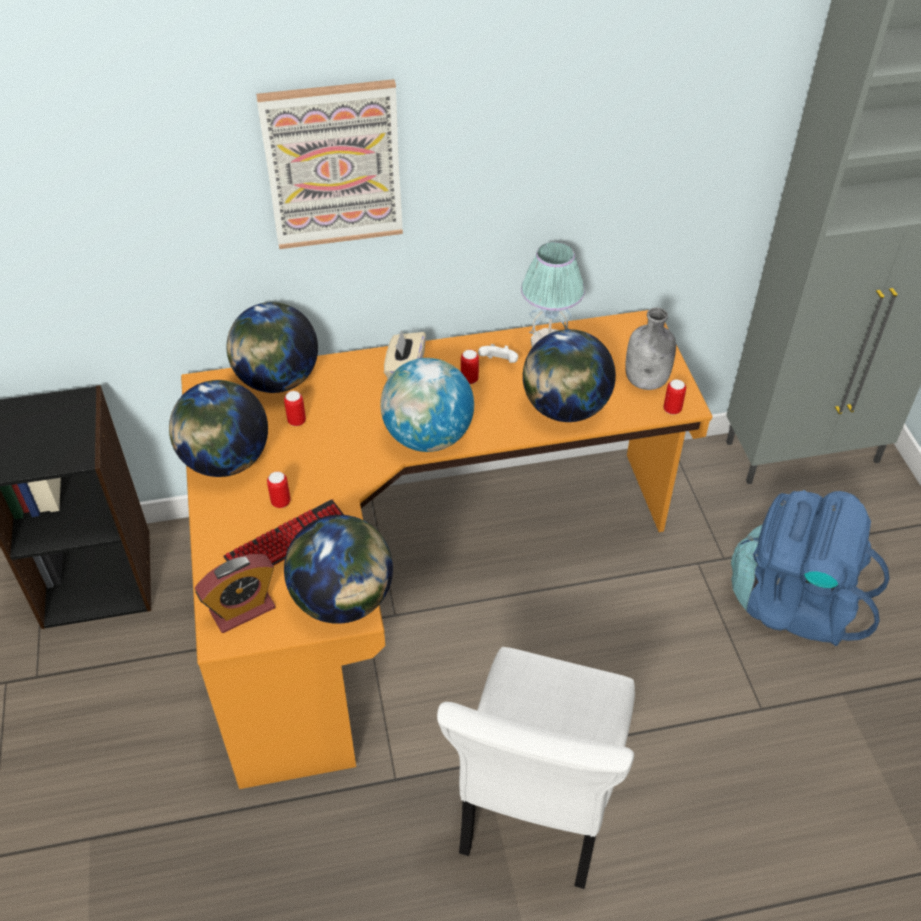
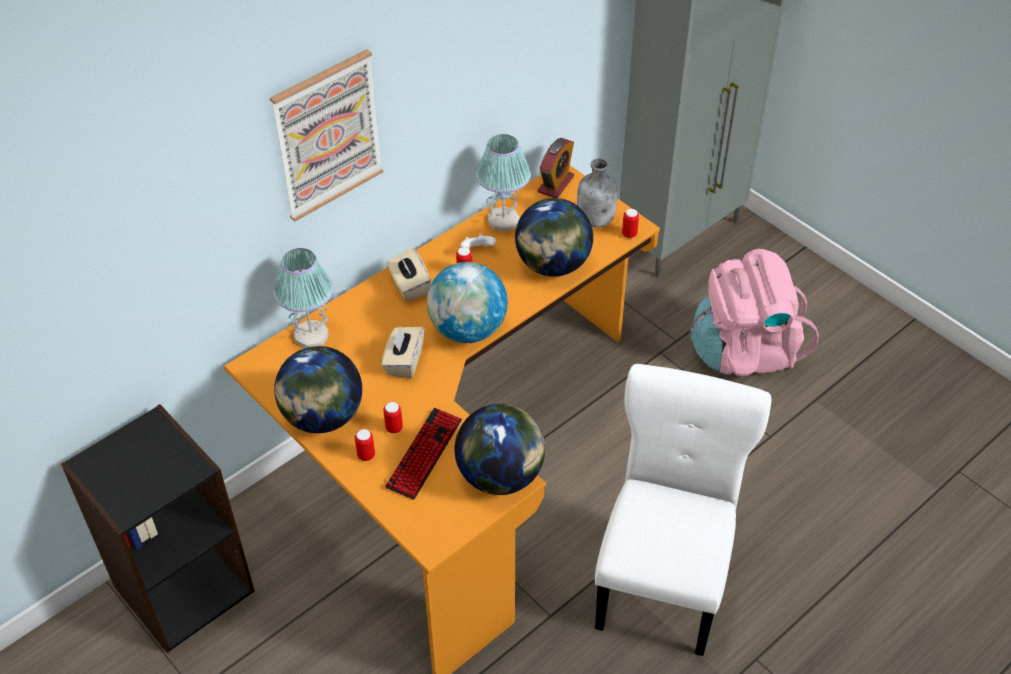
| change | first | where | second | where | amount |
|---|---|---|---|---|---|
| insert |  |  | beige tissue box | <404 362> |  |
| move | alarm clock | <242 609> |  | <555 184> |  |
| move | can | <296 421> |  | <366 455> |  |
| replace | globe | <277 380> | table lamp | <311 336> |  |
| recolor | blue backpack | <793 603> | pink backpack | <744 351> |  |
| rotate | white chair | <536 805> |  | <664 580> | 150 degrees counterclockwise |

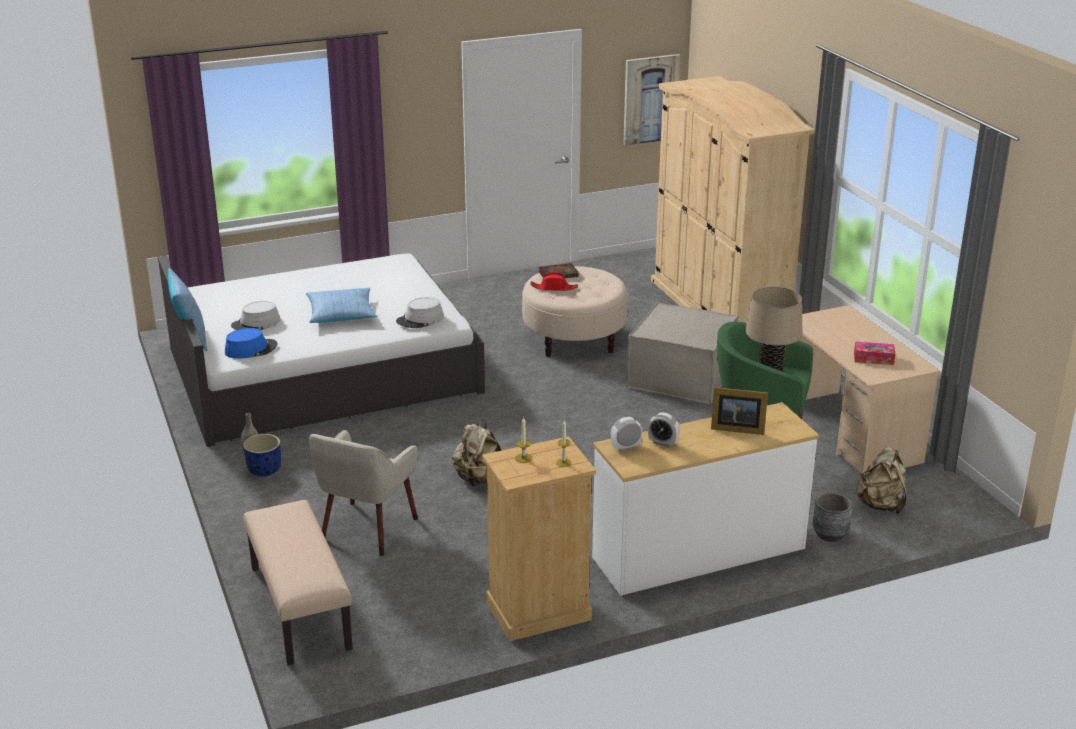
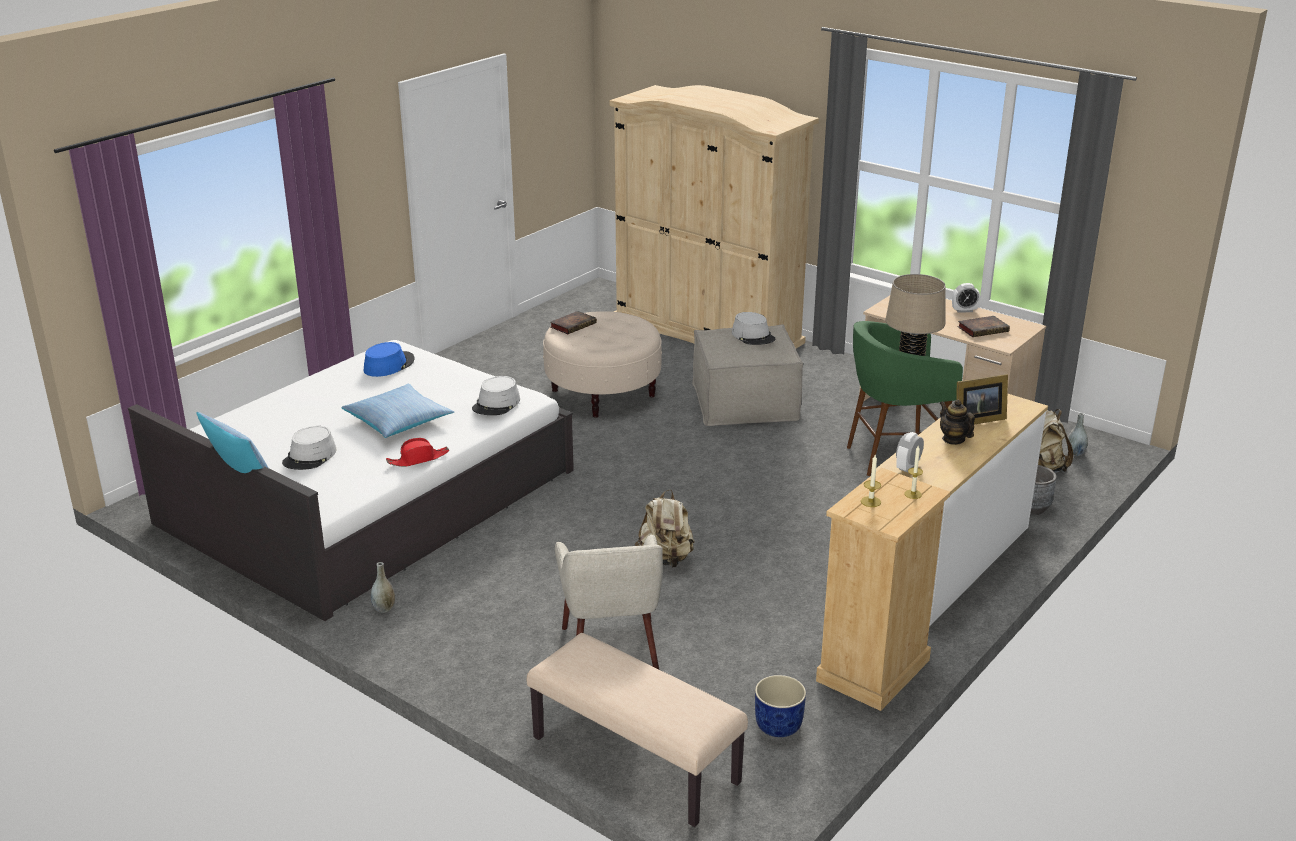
| change | first | where | second | where | amount |
|---|---|---|---|---|---|
| delete | picture | <650 99> |  |  |  |
| insert |  |  | grey hat | <753 336> |  |
| insert |  |  | teapot | <953 439> |  |
| insert |  |  | grey vase | <1075 453> |  |
| move | blue hat | <251 349> |  | <389 365> |  |
| move | blue planter | <264 470> |  | <777 726> |  |
| move | red hat | <554 288> |  | <418 459> |  |
| move | alarm clock | <663 443> |  | <964 310> |  |
| replace | tissue box | <873 359> | book | <983 329> |  |

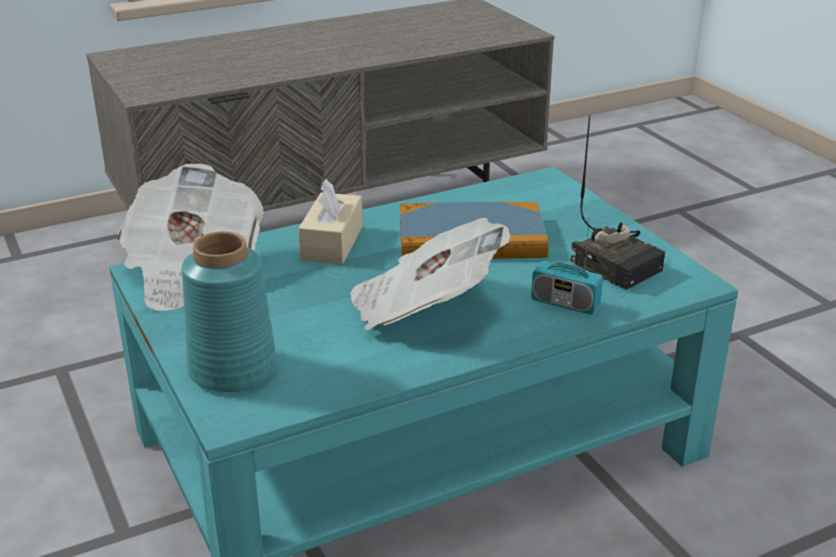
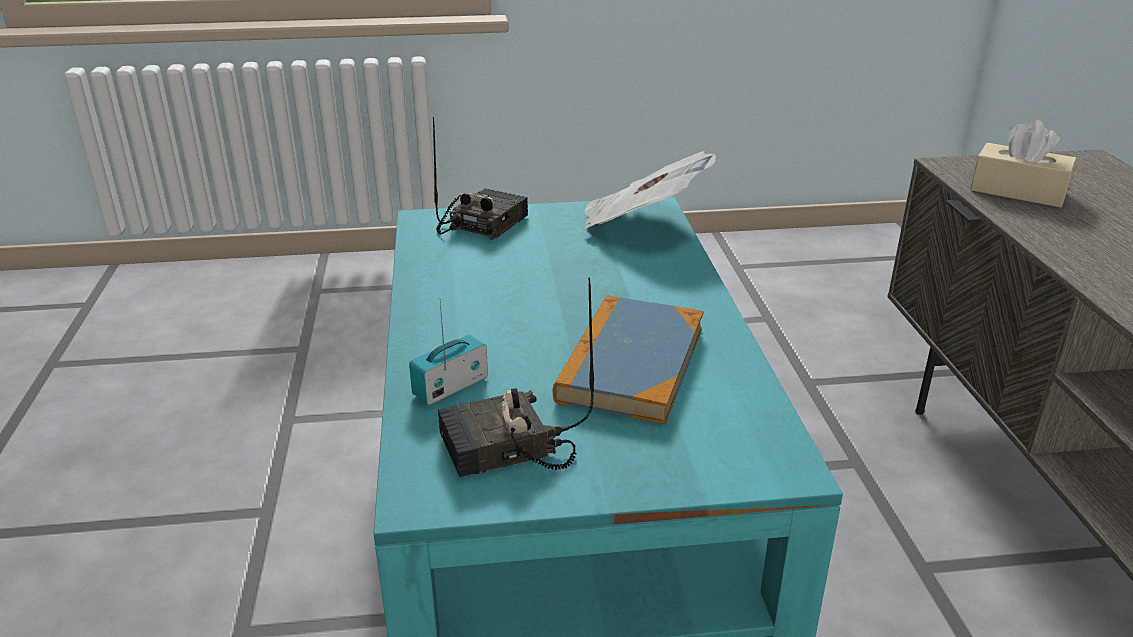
| change | first | where | second | where | amount |
|---|---|---|---|---|---|
| delete | newspaper | <424 309> |  |  |  |
| move | beige tissue box | <332 243> |  | <1018 191> |  |
| replace | turquoise vase | <232 369> | radio | <482 224> |  |

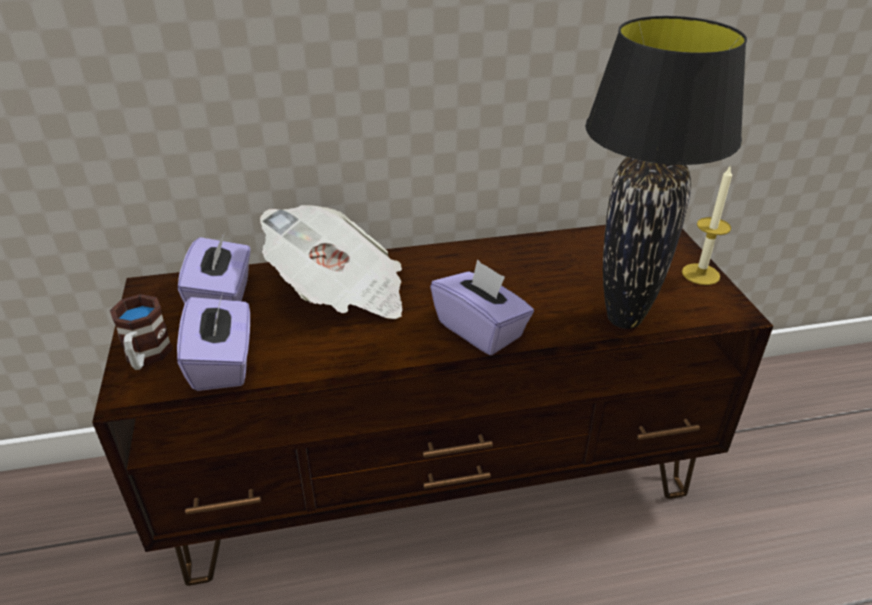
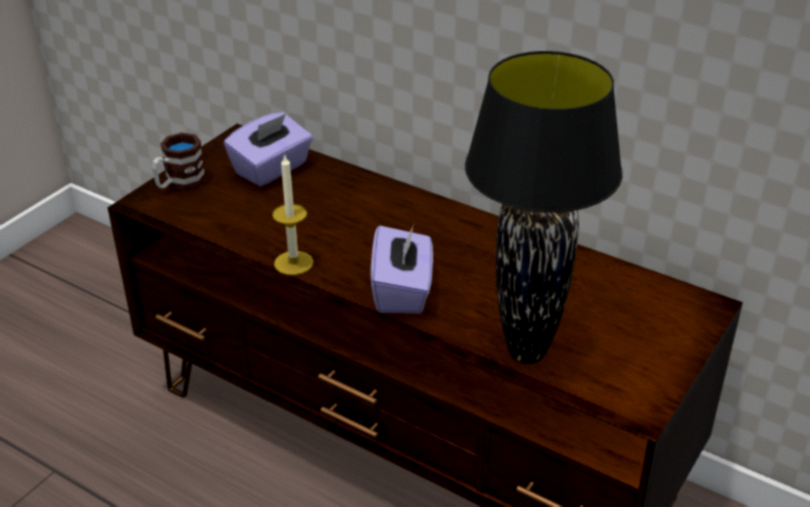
| change | first | where | second | where | amount |
|---|---|---|---|---|---|
| delete | purple tissue box | <223 363> |  |  |  |
| delete | newspaper | <341 293> |  |  |  |
| move | candle | <700 274> |  | <293 263> |  |

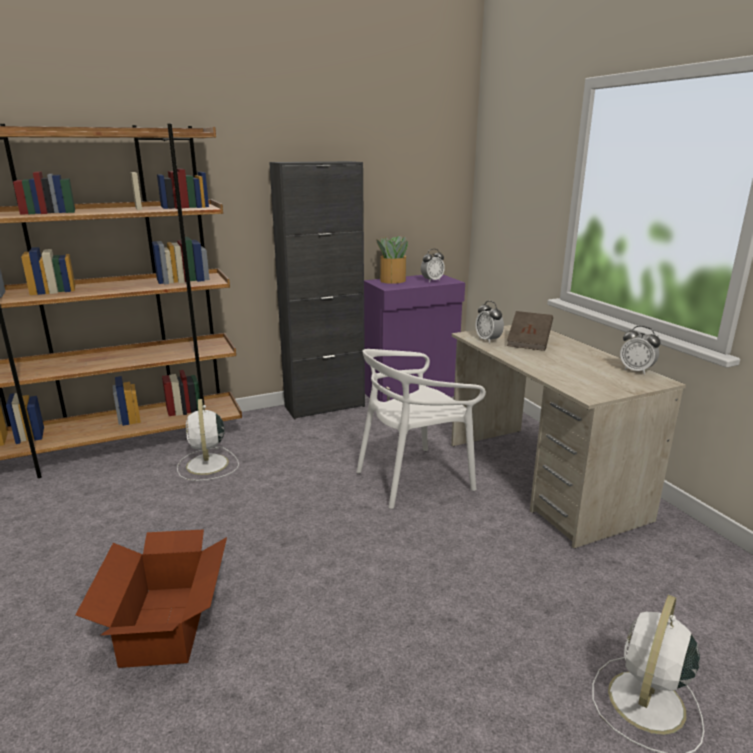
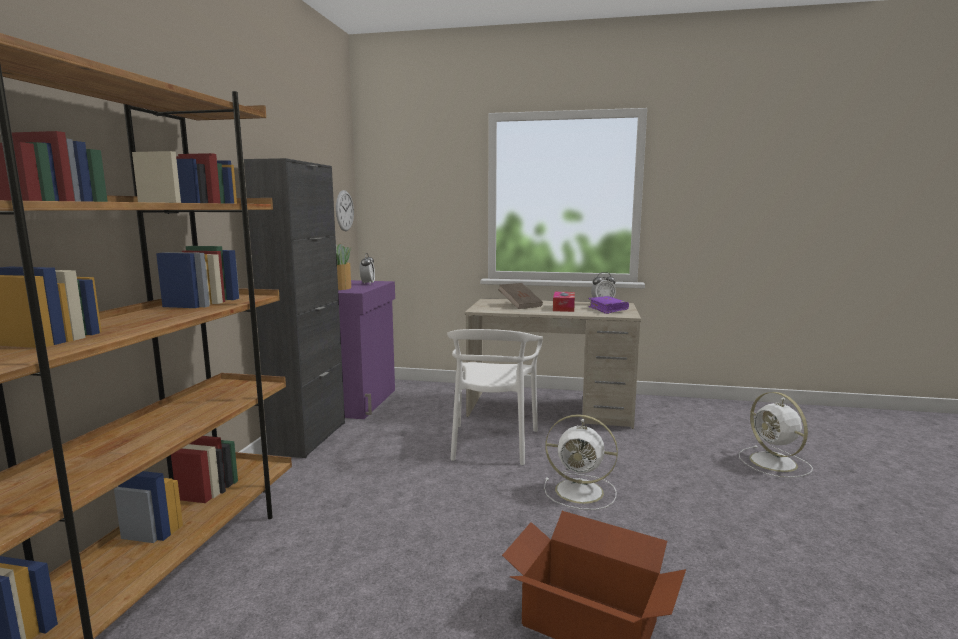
| change | first | where | second | where | amount |
|---|---|---|---|---|---|
| delete | alarm clock | <488 340> |  |  |  |
| insert |  |  | wall clock | <344 210> |  |
| insert |  |  | tissue box | <563 307> |  |
| insert |  |  | purple book | <607 310> |  |
| move | white fan | <207 465> |  | <581 491> |  |

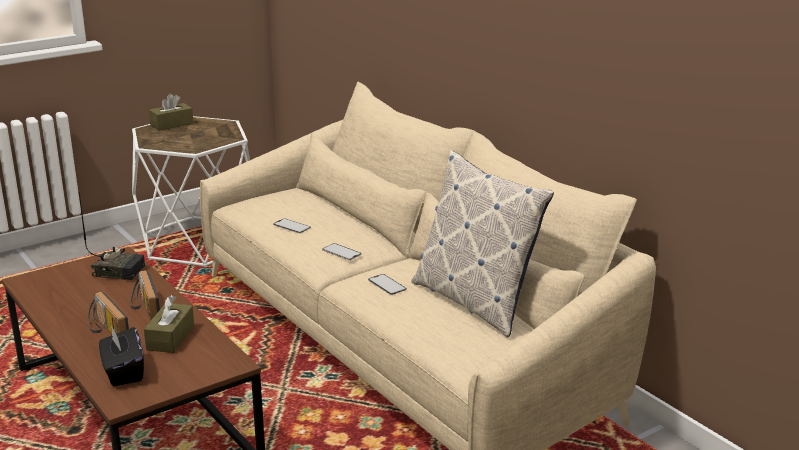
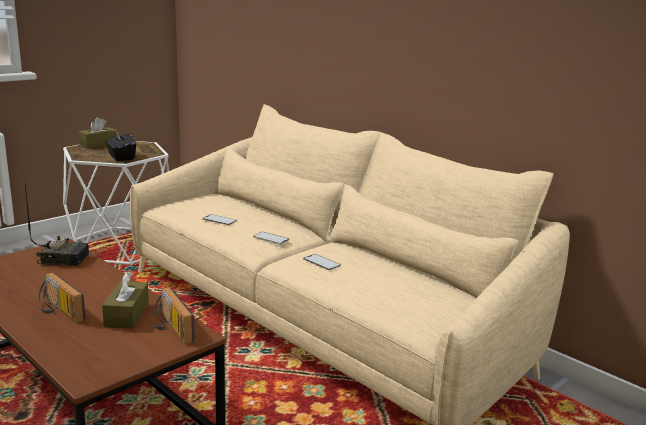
| change | first | where | second | where | amount |
|---|---|---|---|---|---|
| delete | pillow | <475 302> |  |  |  |
| move | black tissue box | <123 372> |  | <121 157> |  |
| move | radio | <143 308> |  | <170 329> |  |

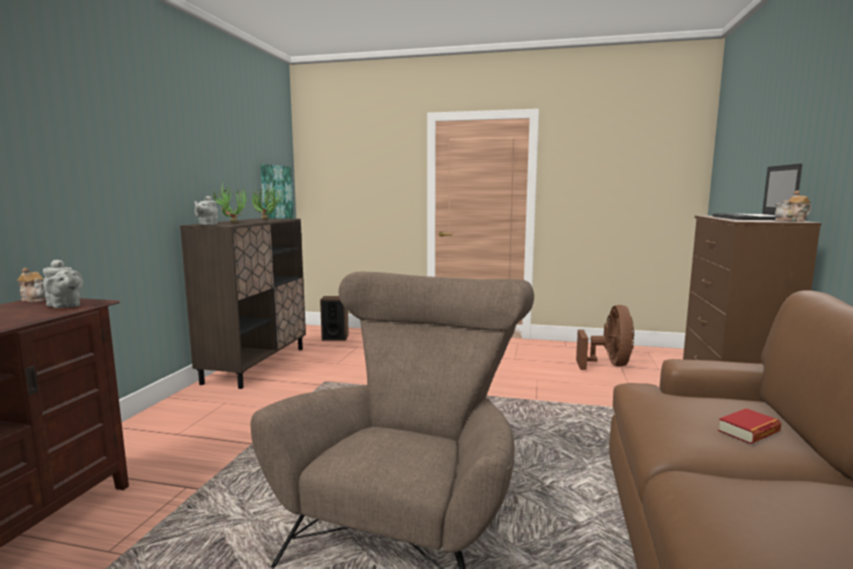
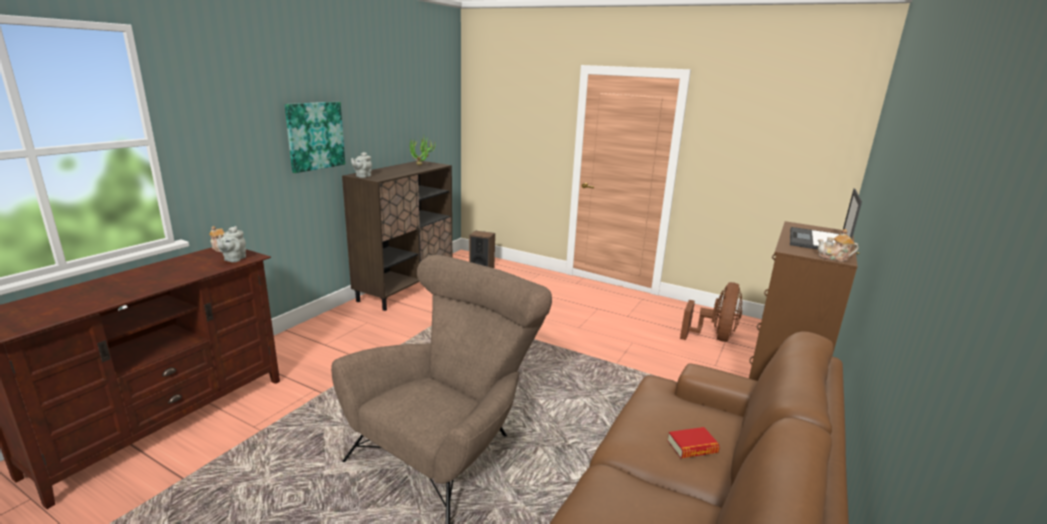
| change | first | where | second | where | amount |
|---|---|---|---|---|---|
| delete | potted plant | <232 223> |  |  |  |
| move | picture | <275 192> |  | <315 136> |  |
| rotate | grey teapot | <65 306> |  | <234 259> | 45 degrees clockwise |

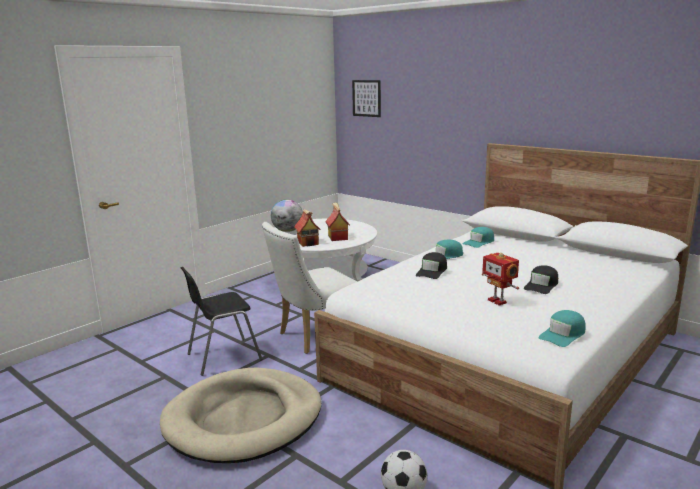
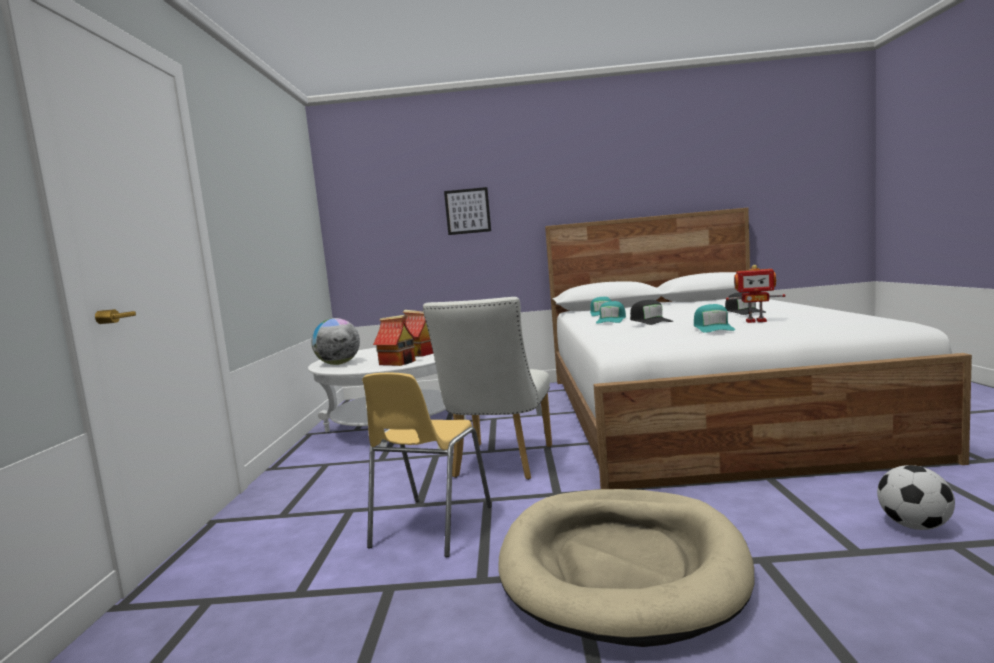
| change | first | where | second | where | amount |
|---|---|---|---|---|---|
| move | picture | <366 98> |  | <467 211> |  |
| move | turquoise cap | <563 335> |  | <713 328> |  |
| recolor | black chair | <223 357> | yellow chair | <430 527> |  |

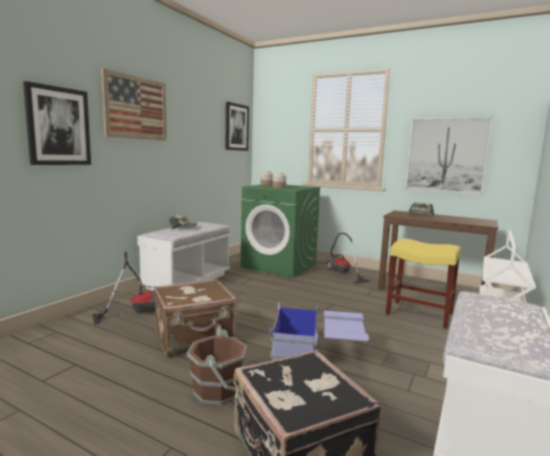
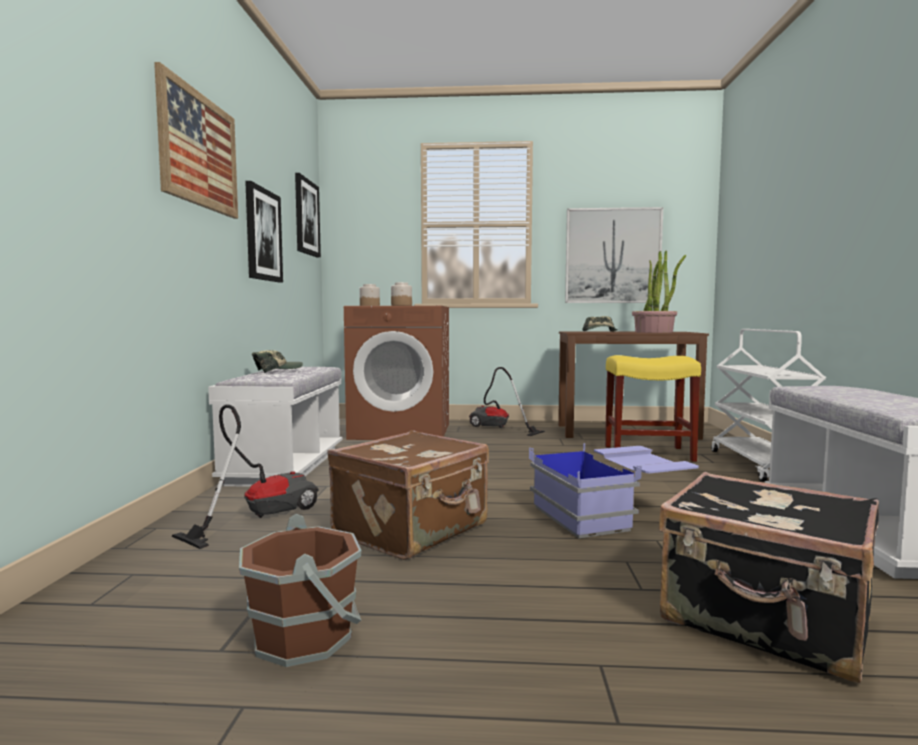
| change | first | where | second | where | amount |
|---|---|---|---|---|---|
| insert |  |  | potted plant | <654 332> |  |
| move | picture | <58 126> |  | <263 235> |  |
| move | brown bucket | <218 390> |  | <305 636> |  |
| recolor | green washing machine | <279 265> | brown washing machine | <402 431> |  |

